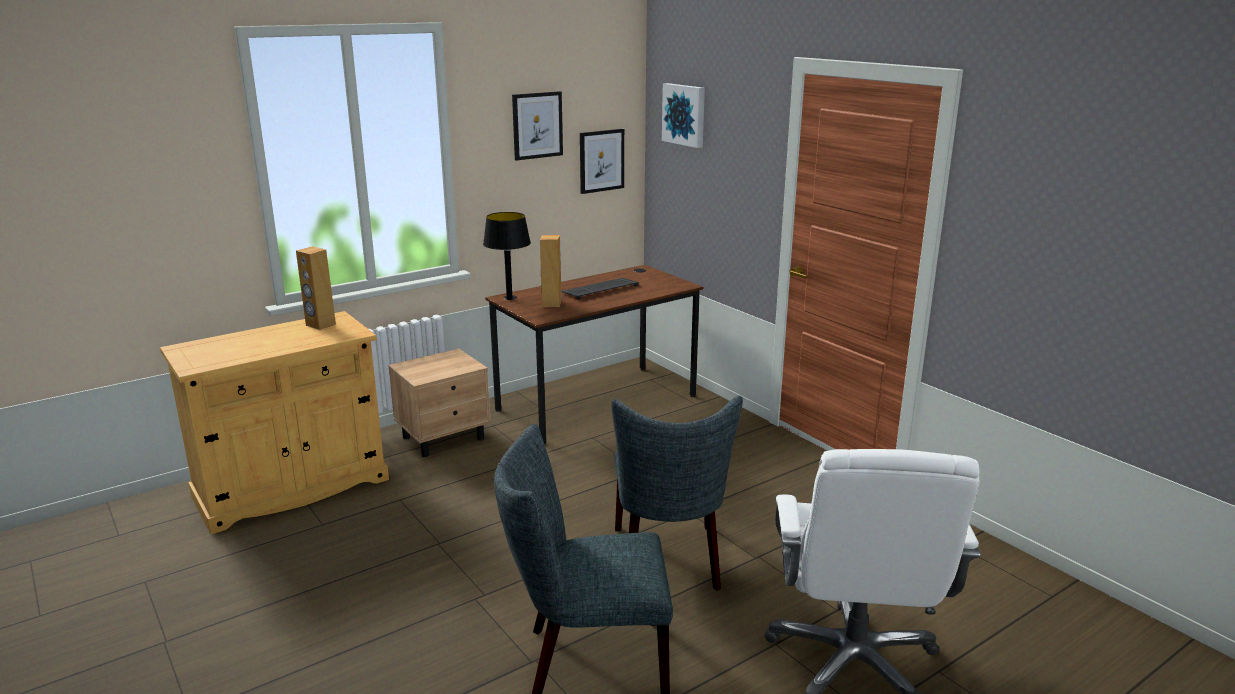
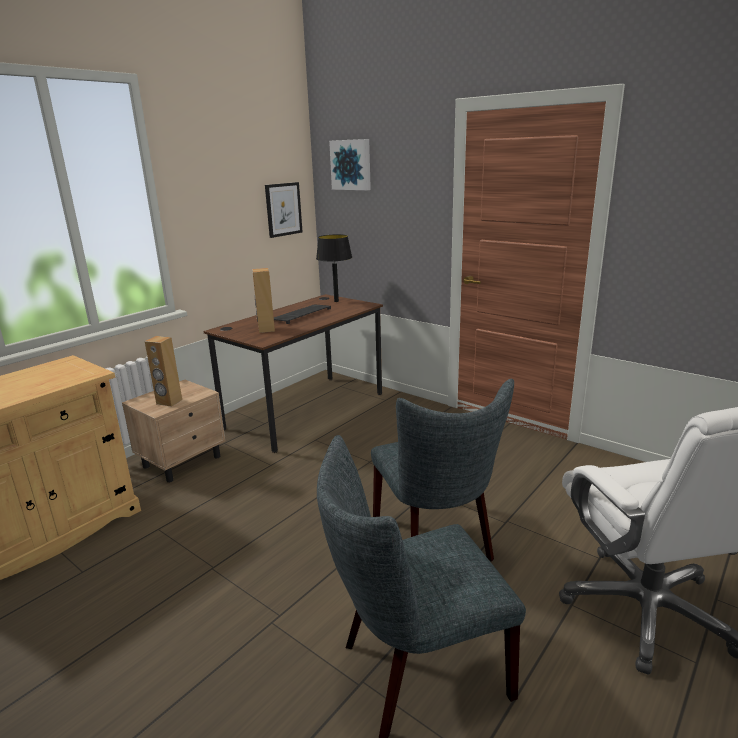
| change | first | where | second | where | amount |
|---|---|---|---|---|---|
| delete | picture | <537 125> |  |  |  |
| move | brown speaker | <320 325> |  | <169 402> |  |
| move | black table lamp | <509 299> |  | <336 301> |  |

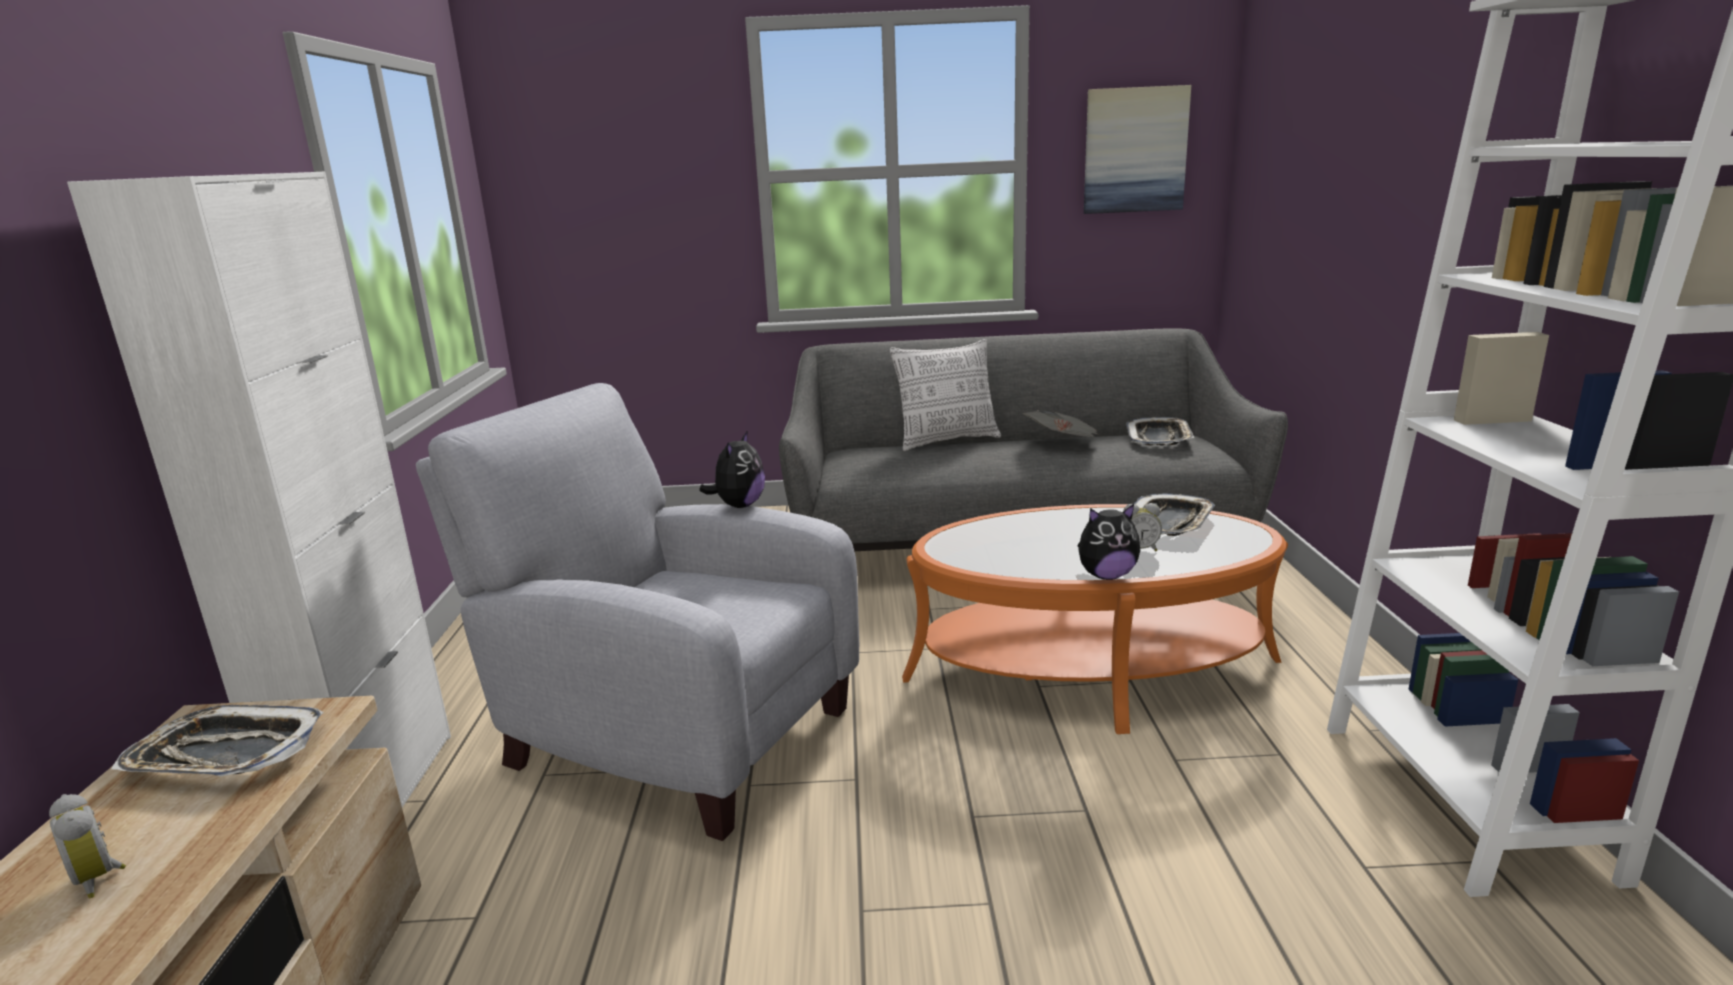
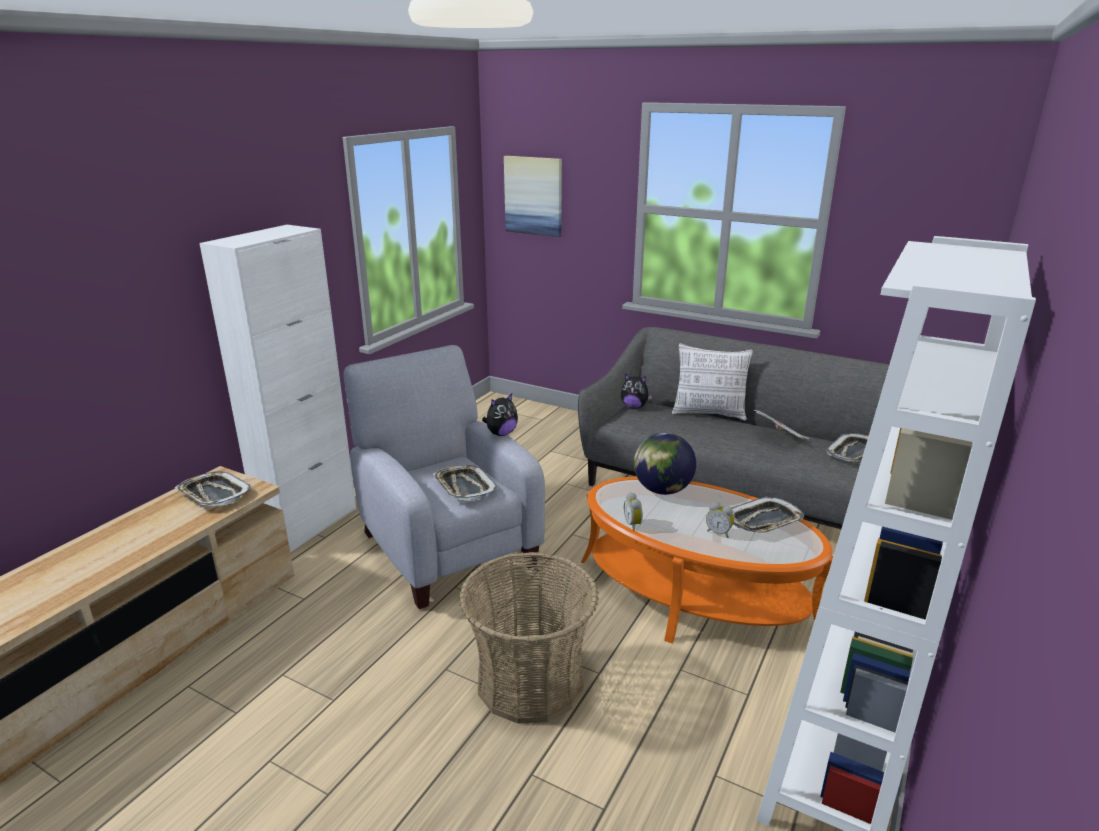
| change | first | where | second | where | amount |
|---|---|---|---|---|---|
| insert |  |  | tray | <464 487> |  |
| insert |  |  | basket | <530 681> |  |
| insert |  |  | globe | <662 490> |  |
| move | alarm clock | <101 878> |  | <633 524> |  |
| move | plush toy | <1106 575> |  | <634 406> |  |
| move | picture | <1134 150> |  | <534 195> |  |

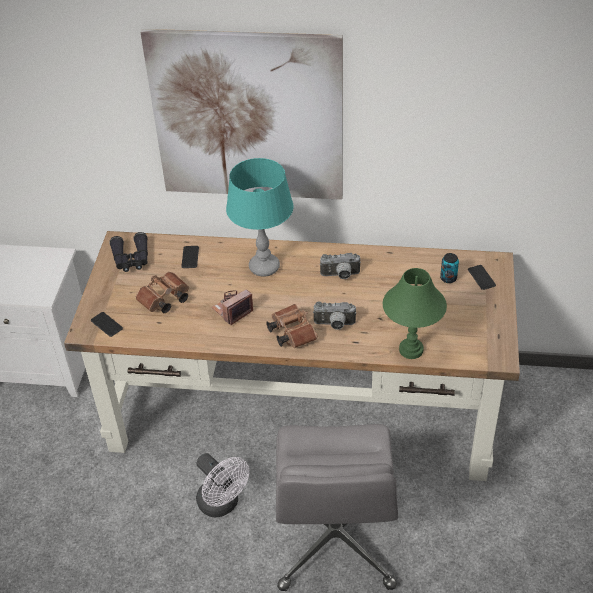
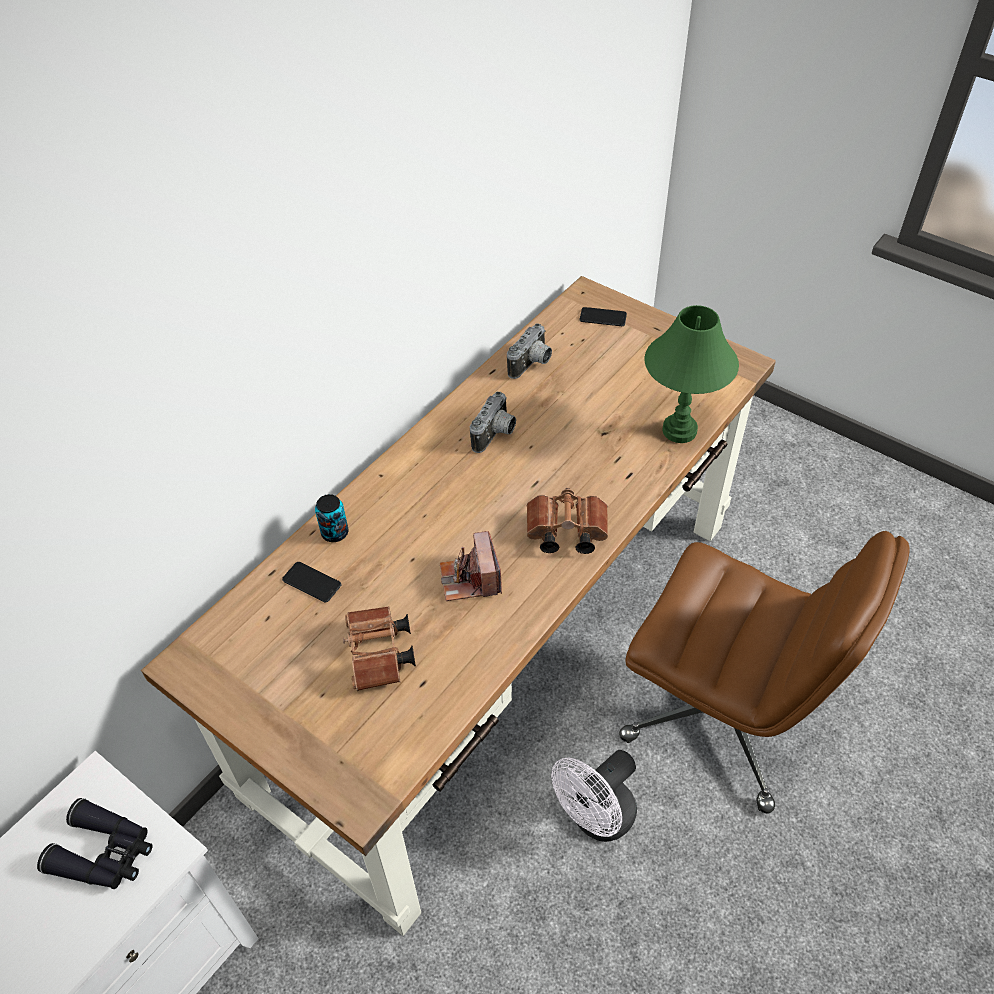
| change | first | where | second | where | amount |
|---|---|---|---|---|---|
| delete | phone | <106 324> |  |  |  |
| delete | picture | <248 117> |  |  |  |
| delete | turquoise table lamp | <264 267> |  |  |  |
| move | black binoculars | <131 259> |  | <106 853> |  |
| move | photo camera | <334 325> |  | <532 364> |  |
| move | can | <448 278> |  | <335 533> |  |
| recolor | grey office chair | <336 542> | brown office chair | <726 714> |  |
| rotate | white fan | <222 504> |  | <596 819> | 150 degrees clockwise |

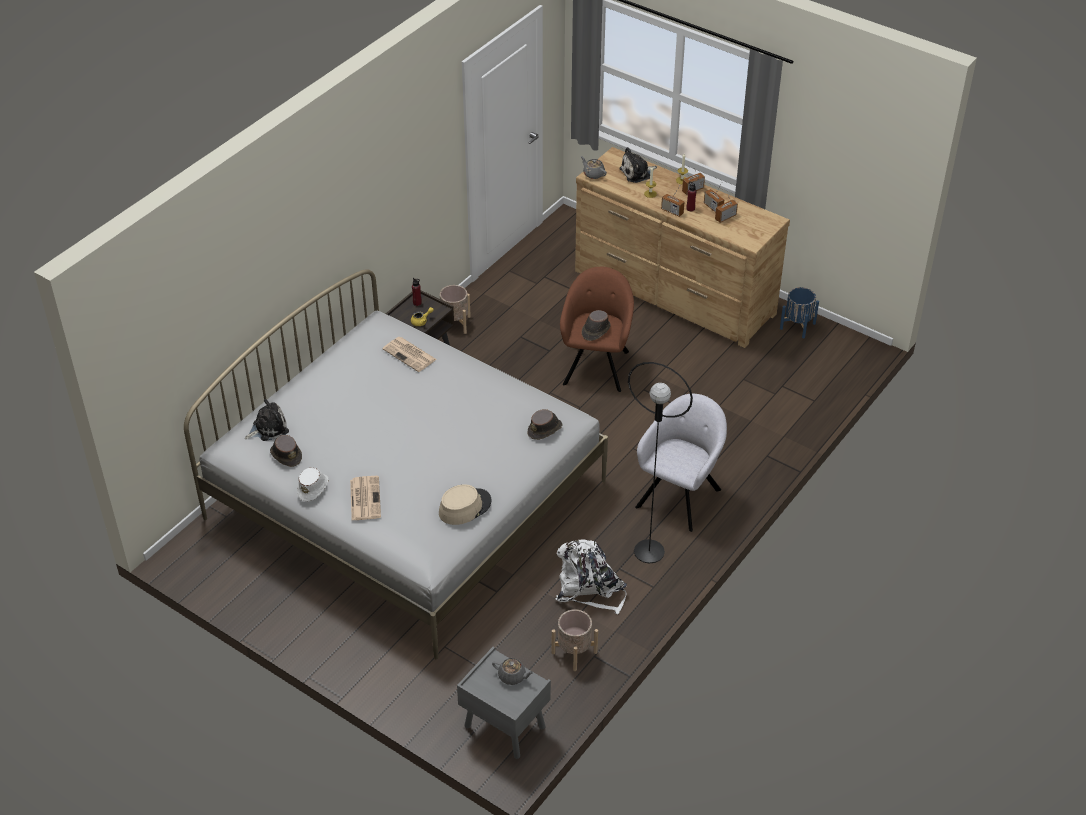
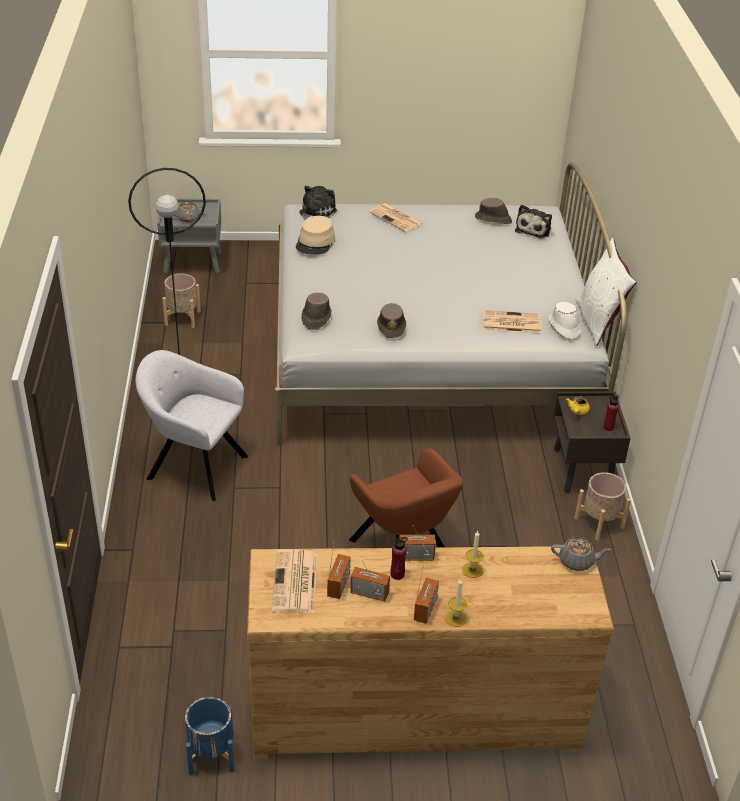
| change | first | where | second | where | amount |
|---|---|---|---|---|---|
| delete | white backpack | <589 588> |  |  |  |
| insert |  |  | newspaper | <295 583> |  |
| insert |  |  | white pillow | <598 322> |  |
| move | white hat | <313 488> |  | <563 327> |  |
| move | brown hat | <595 330> |  | <391 326> |  |
| move | plush toy | <637 173> |  | <316 213> |  |
| rotate | grey armchair | <680 495> |  | <193 466> | 120 degrees clockwise |

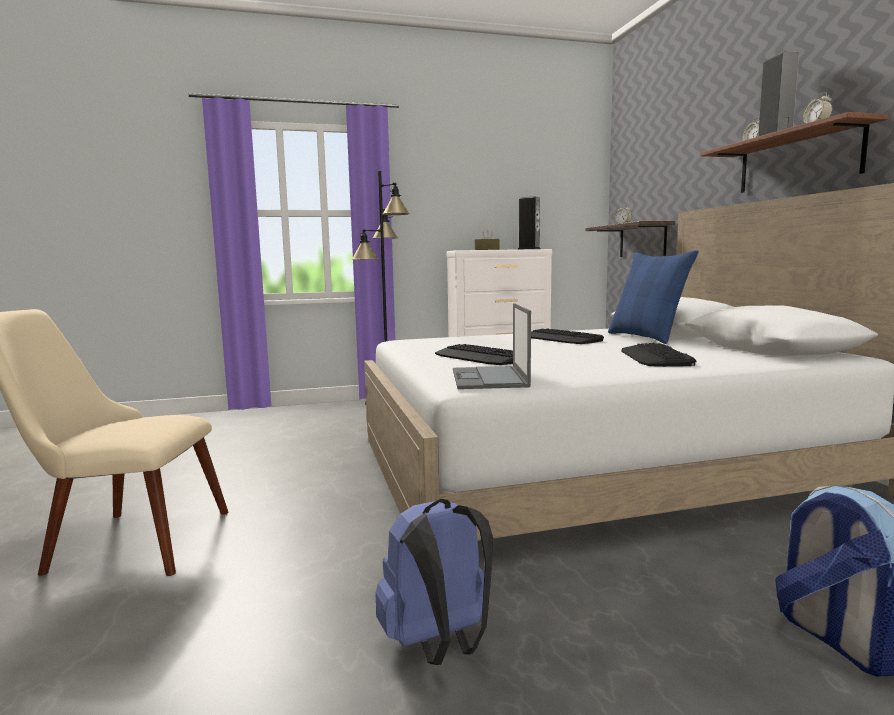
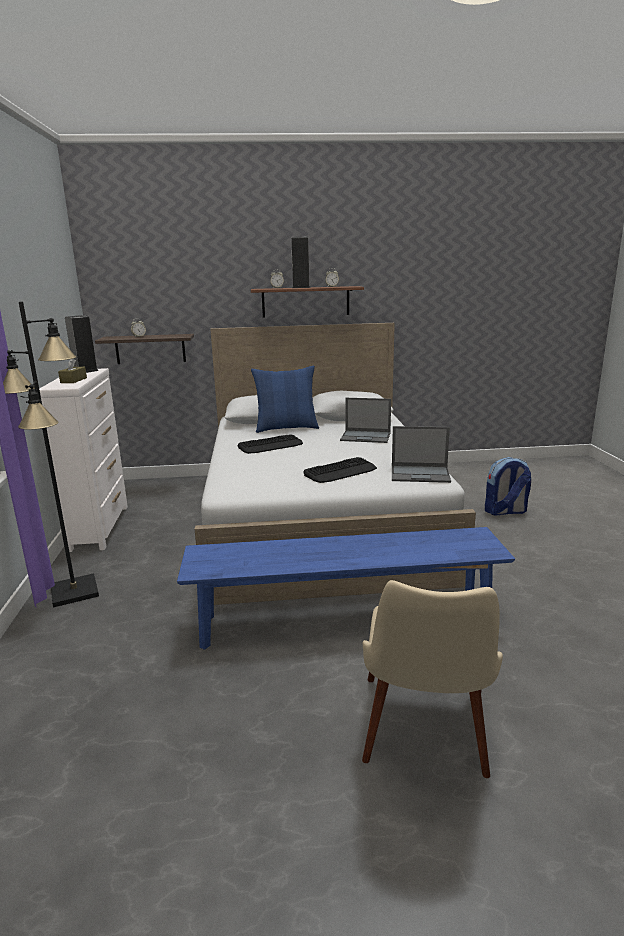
| change | first | where | second | where | amount |
|---|---|---|---|---|---|
| delete | blue backpack | <439 644> |  |  |  |
| insert |  |  | blue bench | <344 621> |  |
| replace | keyboard | <655 357> | laptop | <366 437> |  |

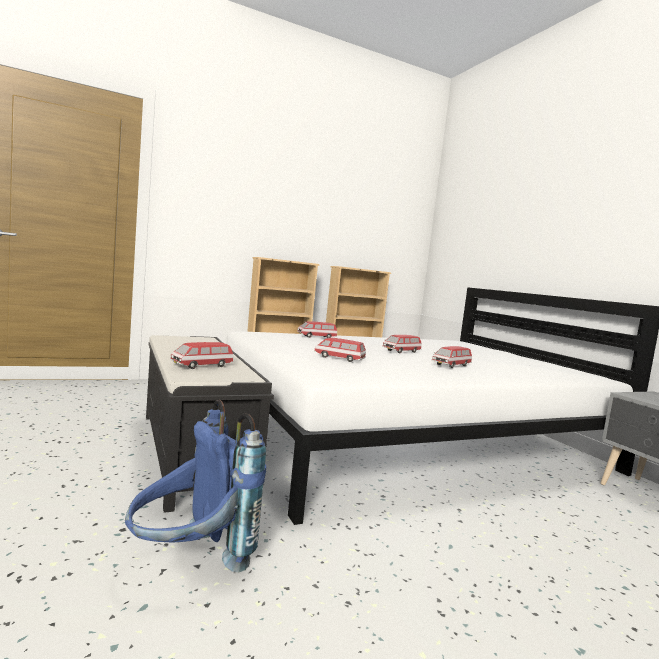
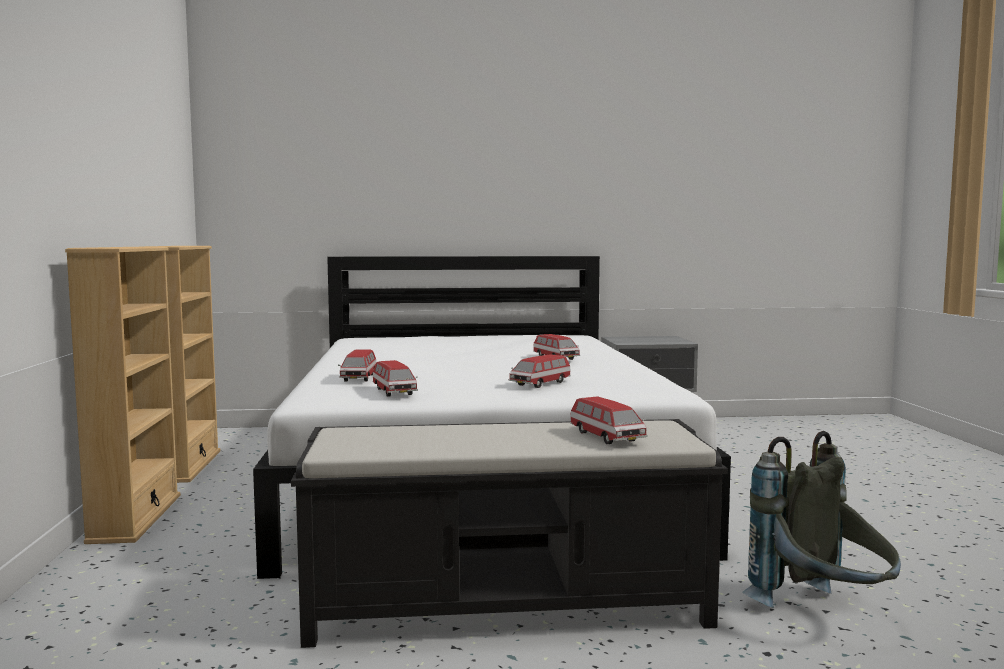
| change | first | where | second | where | amount |
|---|---|---|---|---|---|
| move | toy car | <401 351> |  | <394 392> |  |
| recolor | blue backpack | <189 563> | grey backpack | <824 614> |  |

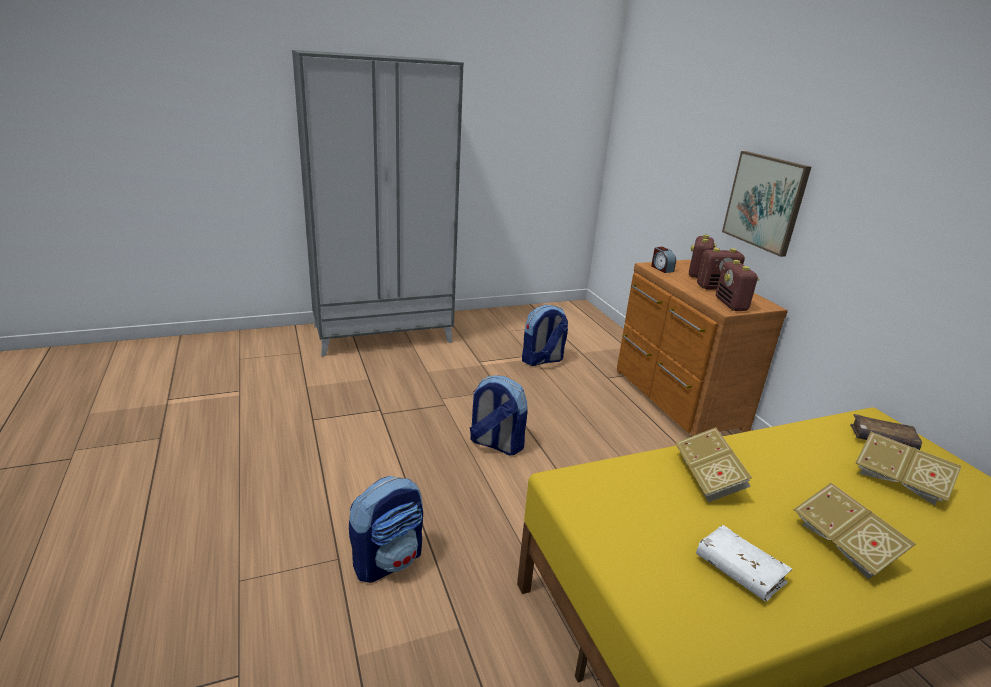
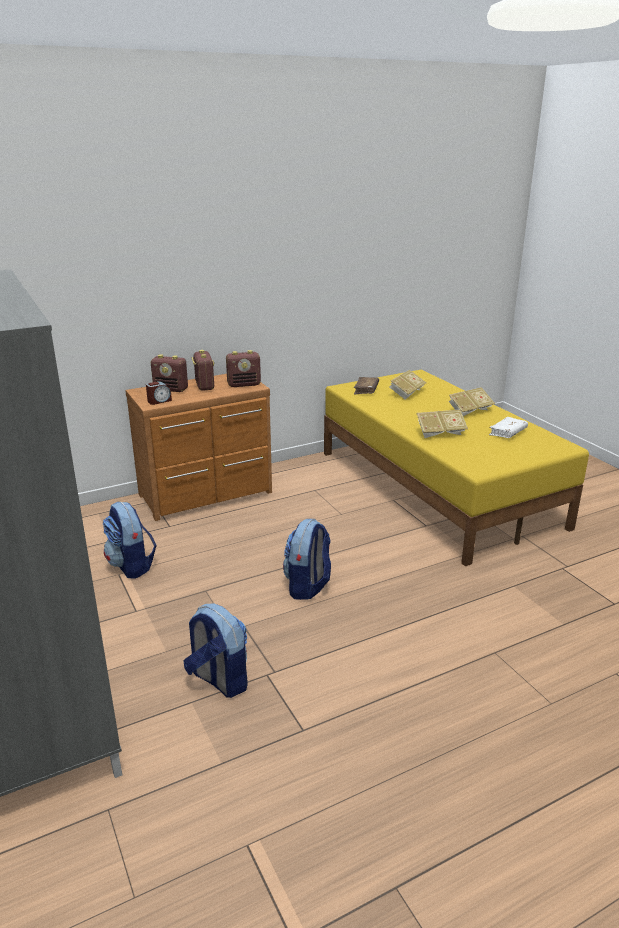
| change | first | where | second | where | amount |
|---|---|---|---|---|---|
| delete | picture | <765 202> |  |  |  |
| move | backpack | <388 560> |  | <218 680> |  |

